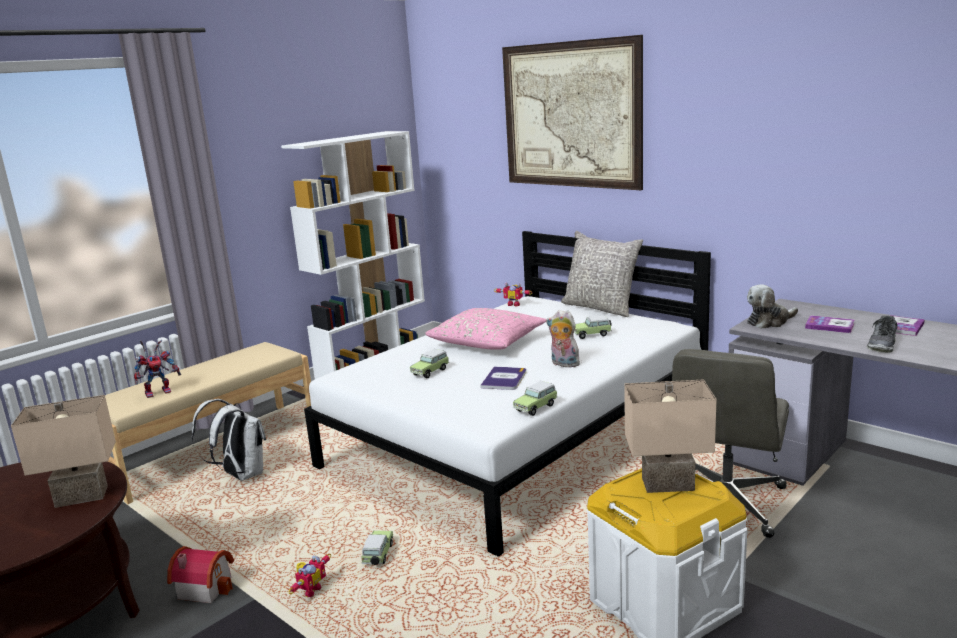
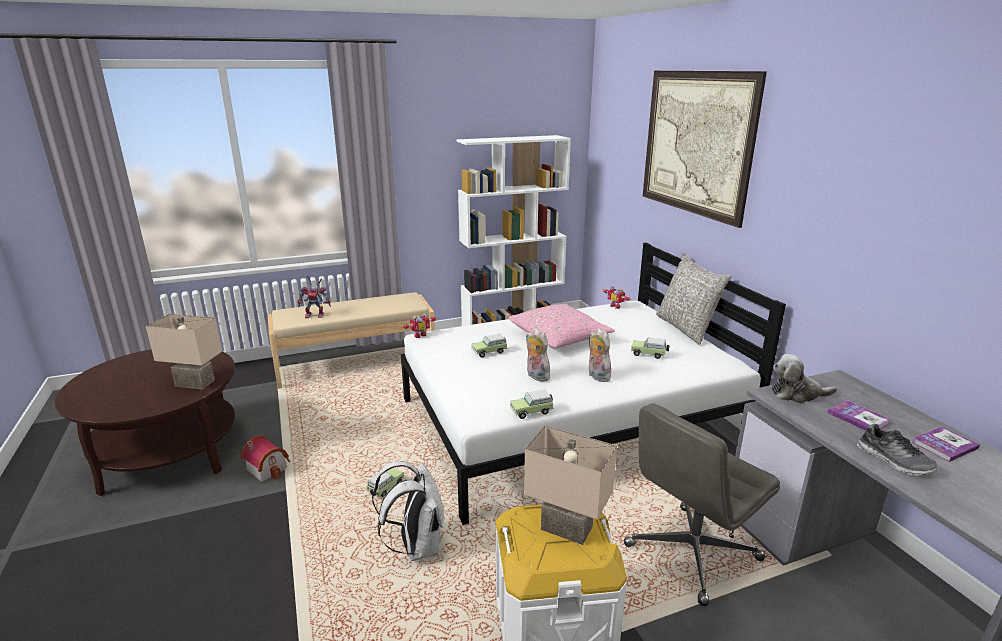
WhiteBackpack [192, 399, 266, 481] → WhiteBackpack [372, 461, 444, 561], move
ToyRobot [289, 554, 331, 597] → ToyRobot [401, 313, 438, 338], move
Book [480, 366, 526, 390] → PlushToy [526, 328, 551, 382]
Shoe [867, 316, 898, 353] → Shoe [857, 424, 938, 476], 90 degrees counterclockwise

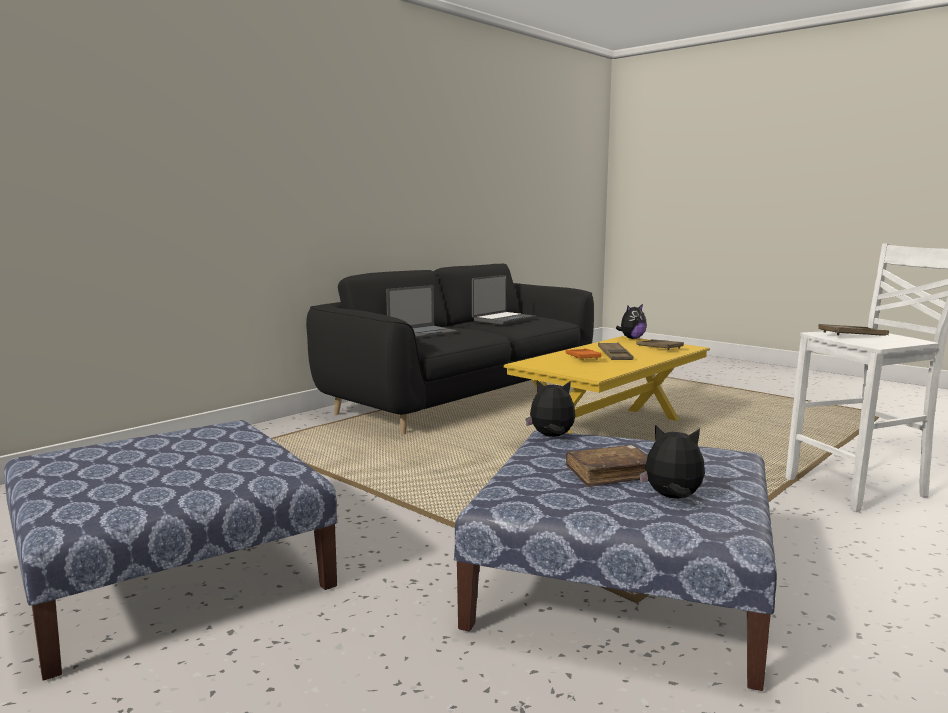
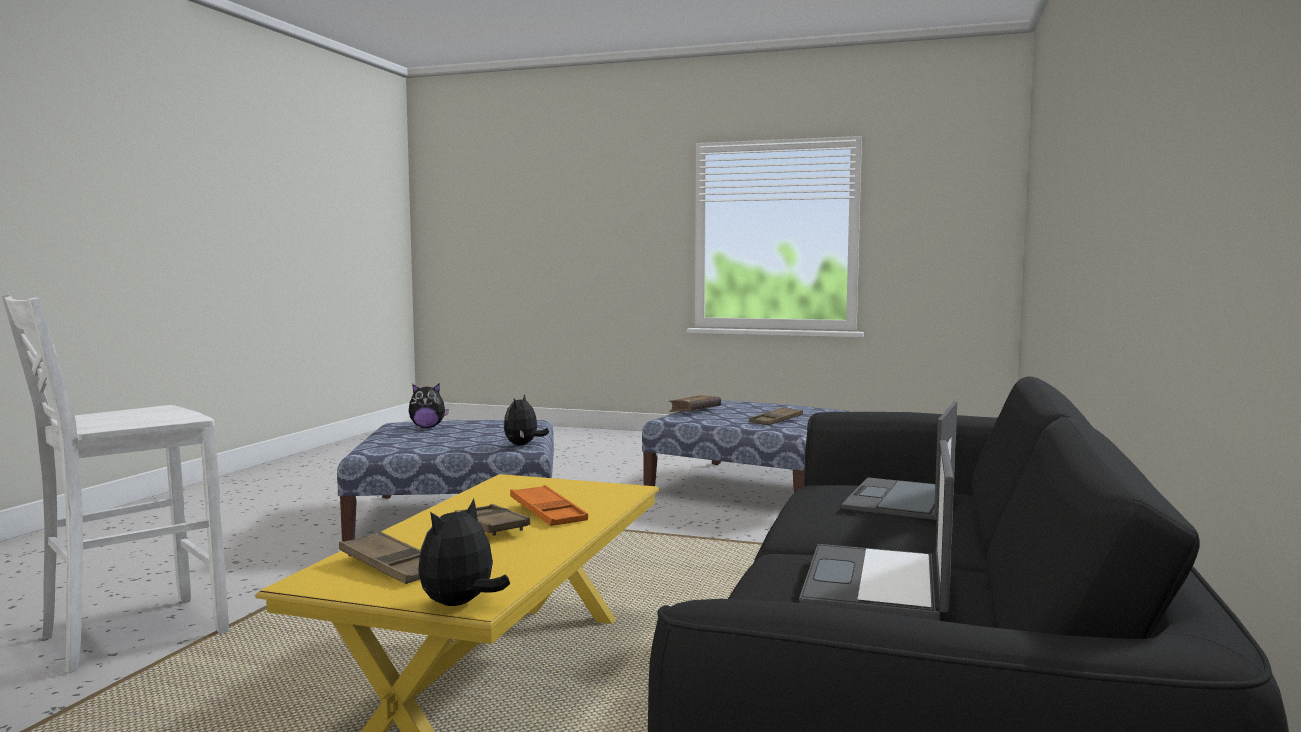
PlushToy [526, 380, 576, 437] → PlushToy [504, 395, 549, 445], 120 degrees clockwise
BrownBook [566, 445, 648, 487] → BrownBook [669, 395, 721, 412], move
BrownTray [818, 324, 889, 336] → BrownTray [749, 407, 803, 425], move

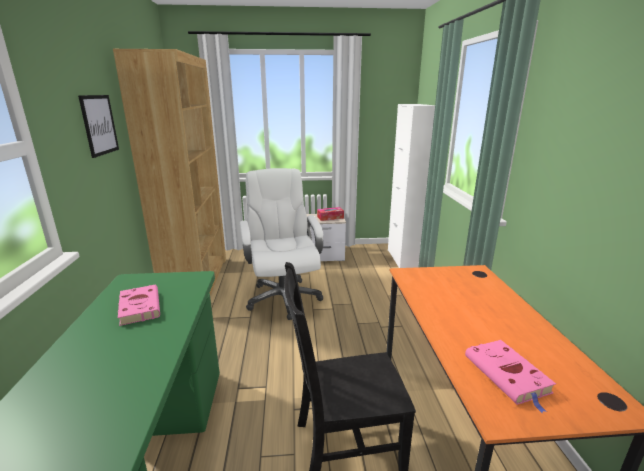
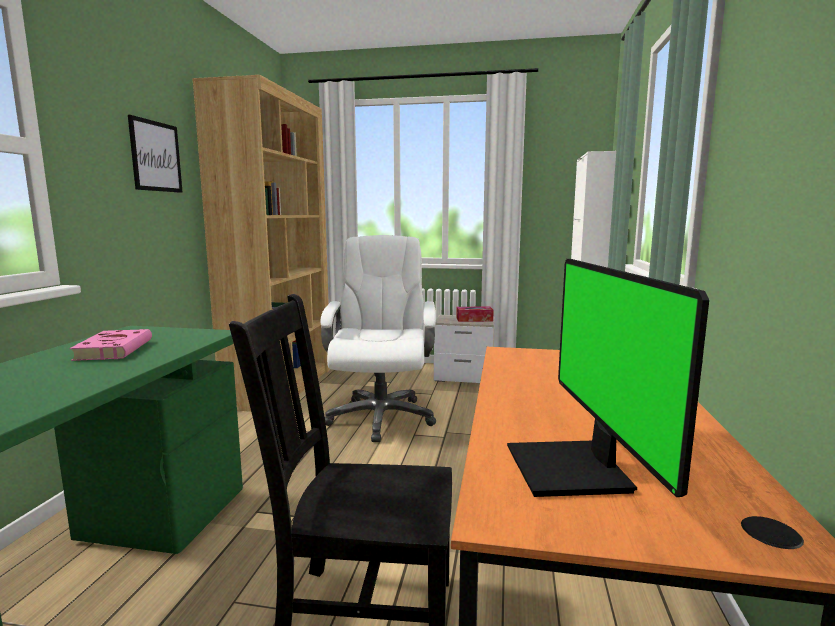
PinkBook [465, 340, 556, 413] → Monitor [507, 259, 709, 497]

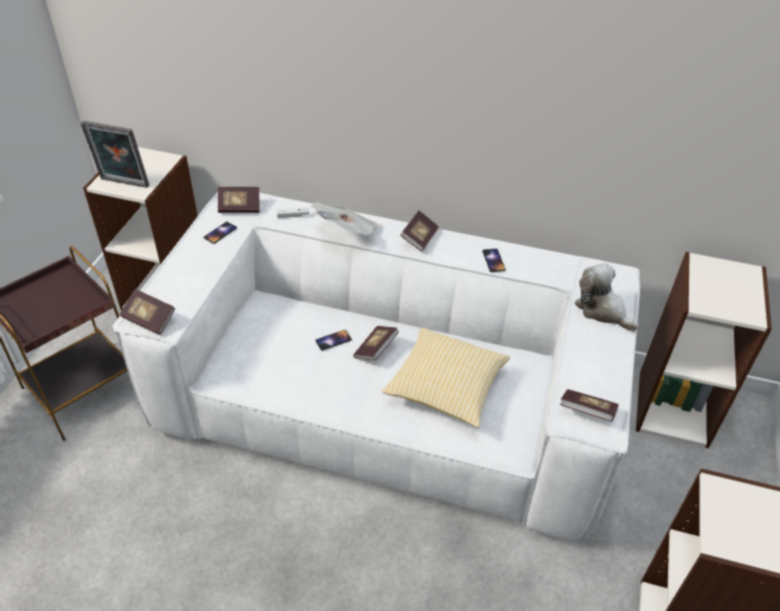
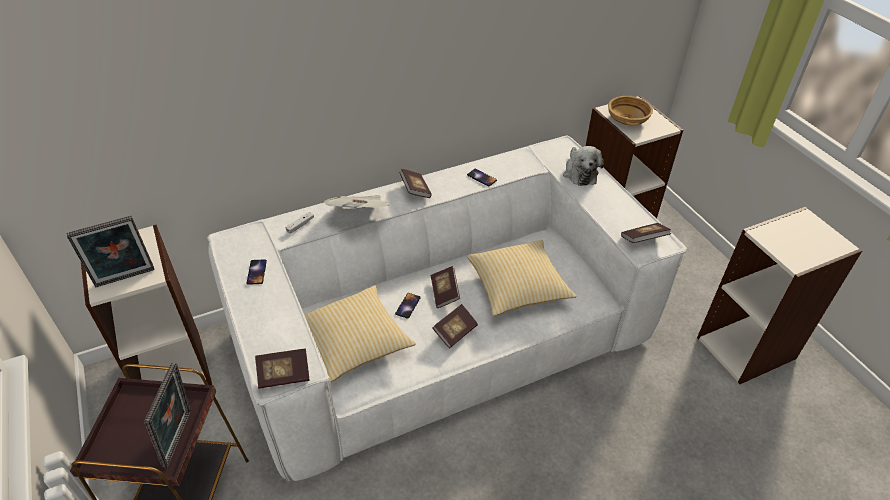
Book [218, 187, 260, 213] → Book [432, 304, 478, 348], move
PlushToy [575, 263, 639, 331] → PlushToy [563, 146, 604, 186], 105 degrees counterclockwise
- → PictureFrame [144, 363, 191, 468]
- → Pillow [304, 285, 416, 382]
- → BeigeBowl [608, 95, 653, 126]

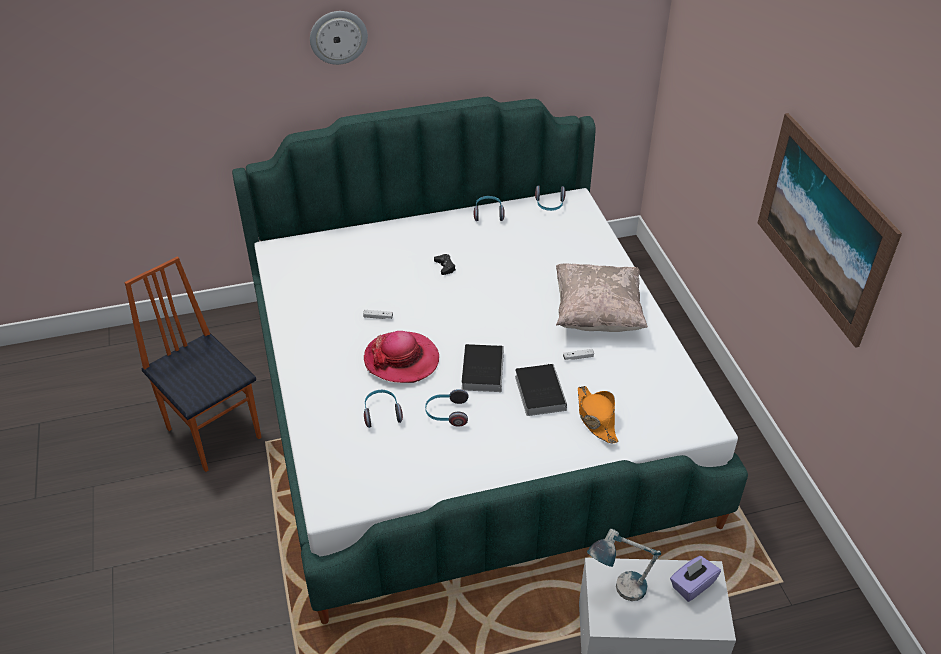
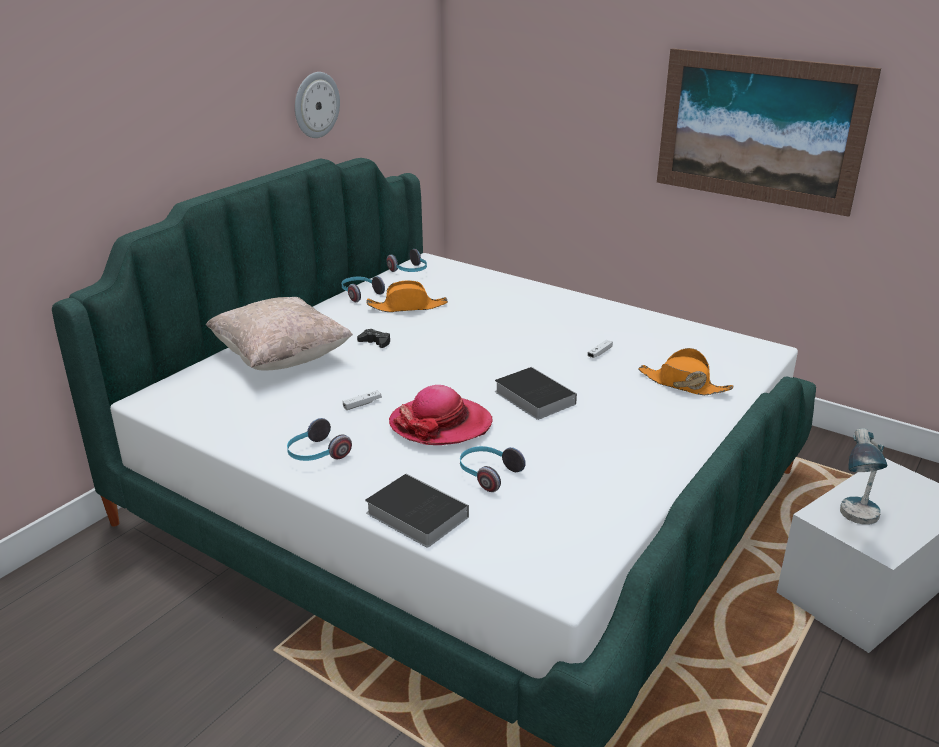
Chair [125, 257, 262, 472] → -
WallClock [310, 11, 368, 65] → WallClock [295, 72, 340, 138], move
Headphones [425, 389, 469, 427] → Headphones [287, 418, 352, 461], move
Book [515, 363, 567, 416] → Book [365, 473, 469, 548], move
BeigePillow [556, 264, 648, 332] → BeigePillow [206, 297, 353, 371], move
PurpleTissueBox [670, 556, 721, 602] → -
- → OrangeHat [366, 280, 448, 312]

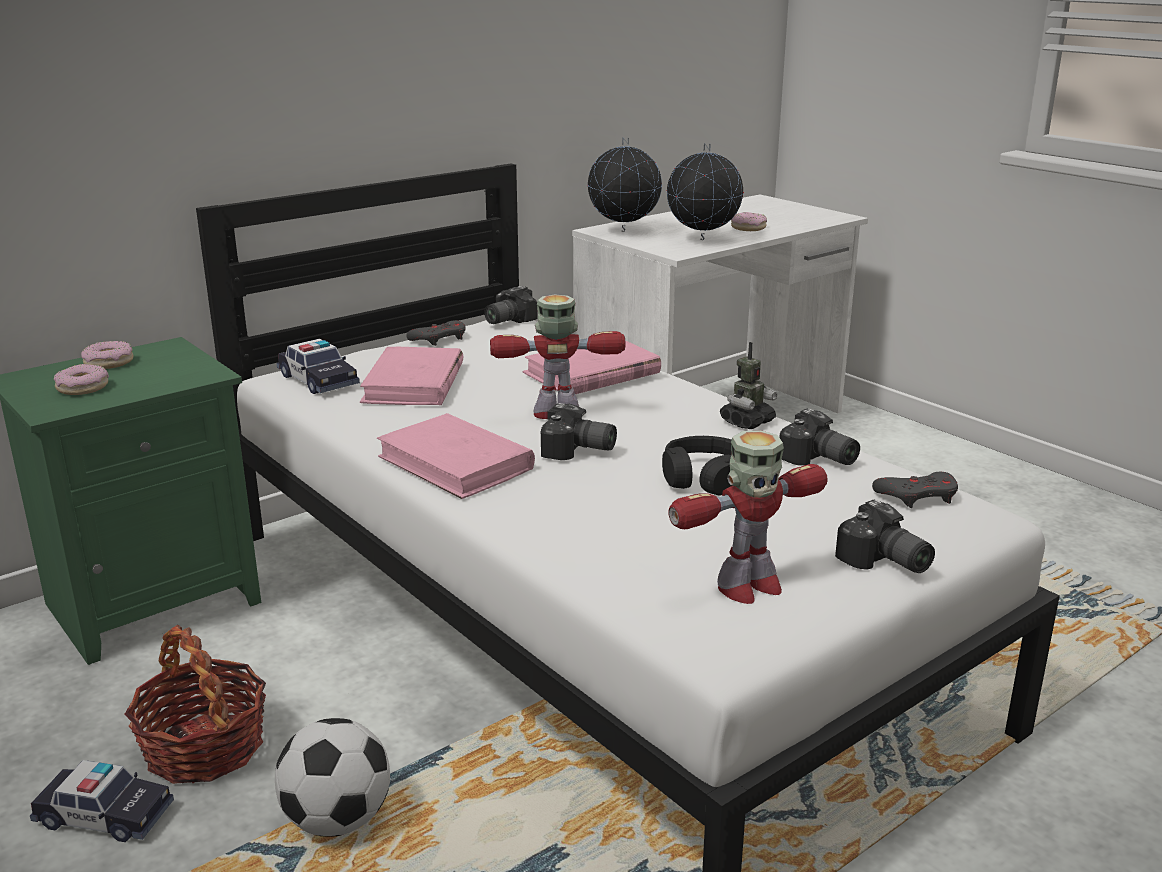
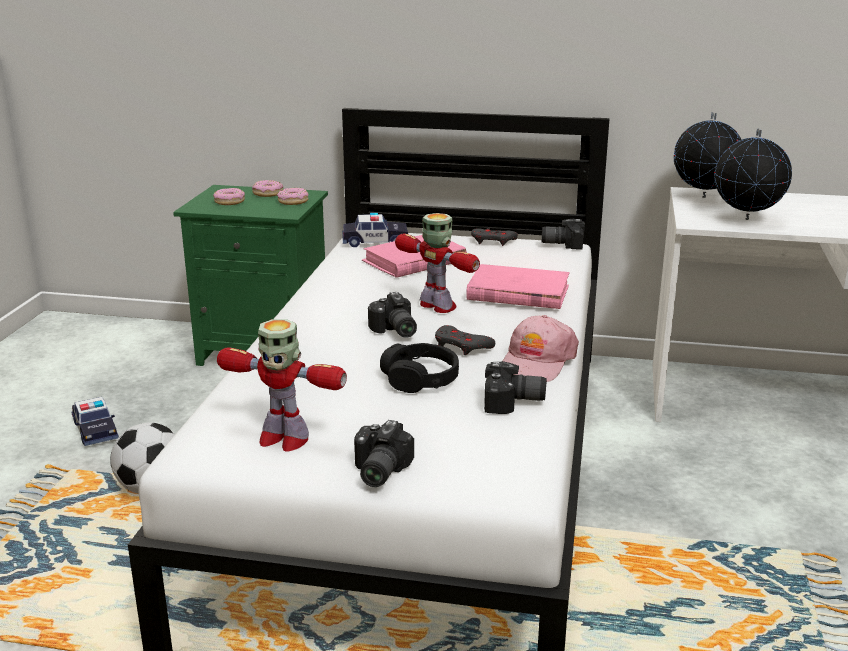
Basket [124, 625, 266, 784] → -
ToyCar [277, 339, 360, 394] → ToyCar [342, 213, 408, 247], 105 degrees counterclockwise
PinkBook [377, 413, 535, 499] → -
ToyRobot [720, 342, 777, 429] → PinkCap [503, 315, 579, 382]
Donut [731, 212, 767, 231] → Donut [277, 188, 308, 205], move
PhotoCamera [779, 409, 860, 466] → PhotoCamera [484, 361, 547, 414], 90 degrees counterclockwise
GreyGameController [872, 472, 958, 508] → GreyGameController [435, 325, 495, 355], move

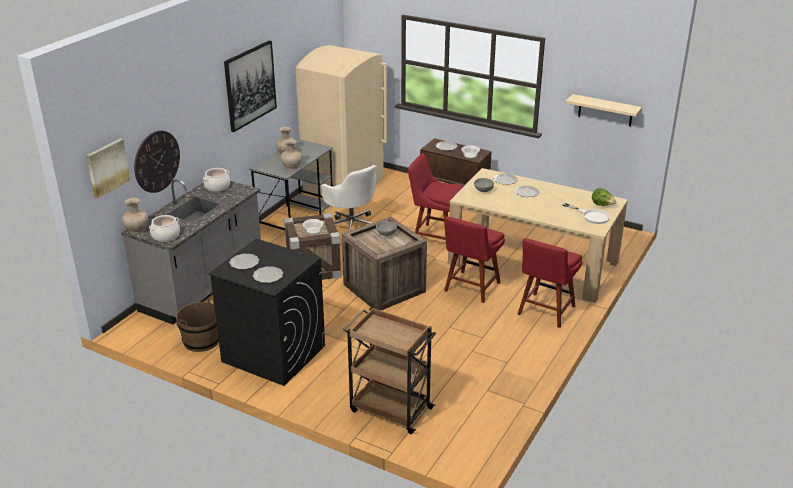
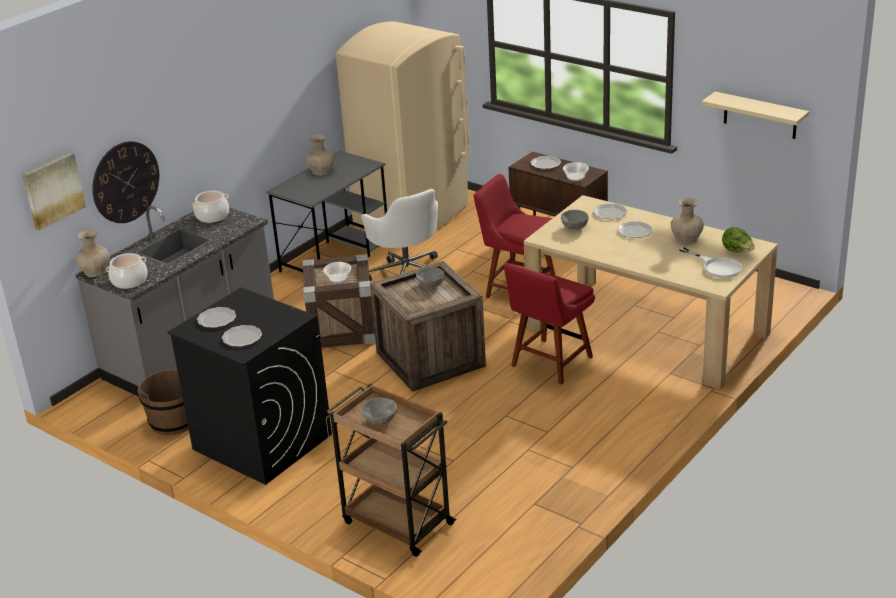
Picture [224, 40, 277, 132] → -
BeigeVase [280, 139, 302, 170] → BeigeVase [671, 198, 704, 244], move
RedChair [517, 238, 582, 328] → -
- → GreyBowl [362, 398, 397, 424]

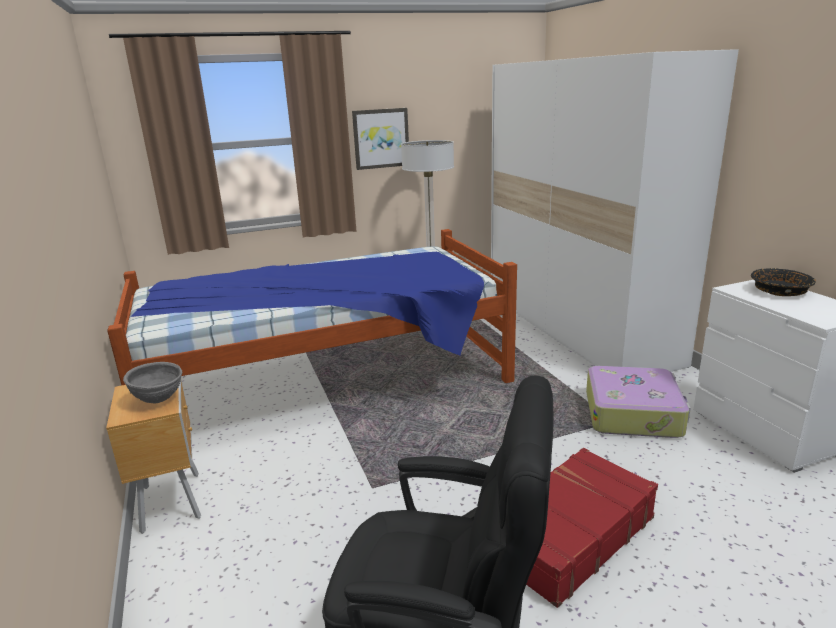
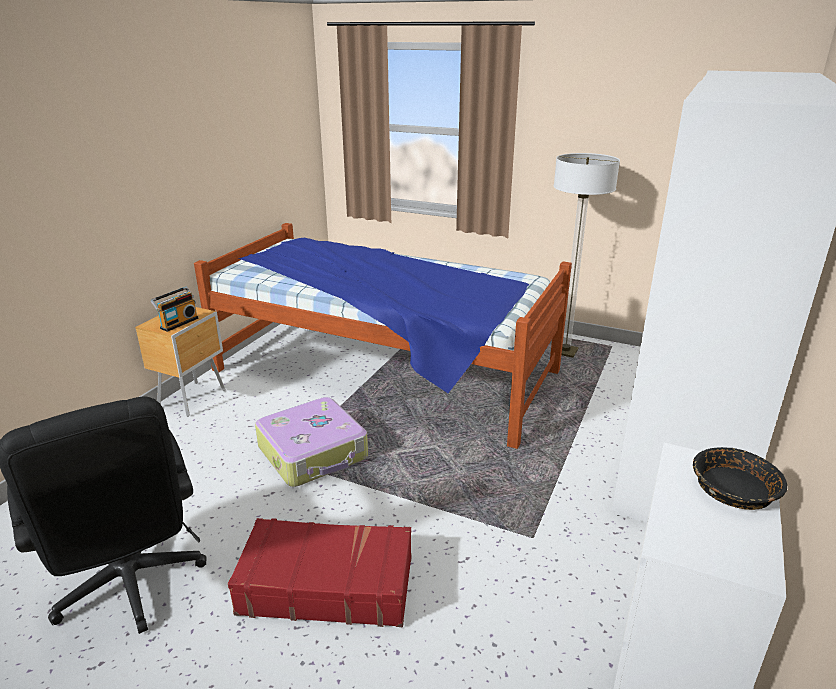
GreyBowl [123, 362, 182, 403] → Radio [151, 287, 198, 332]
Picture [352, 108, 409, 170] → -
Suitcase [586, 366, 691, 438] → Suitcase [255, 397, 368, 487], move

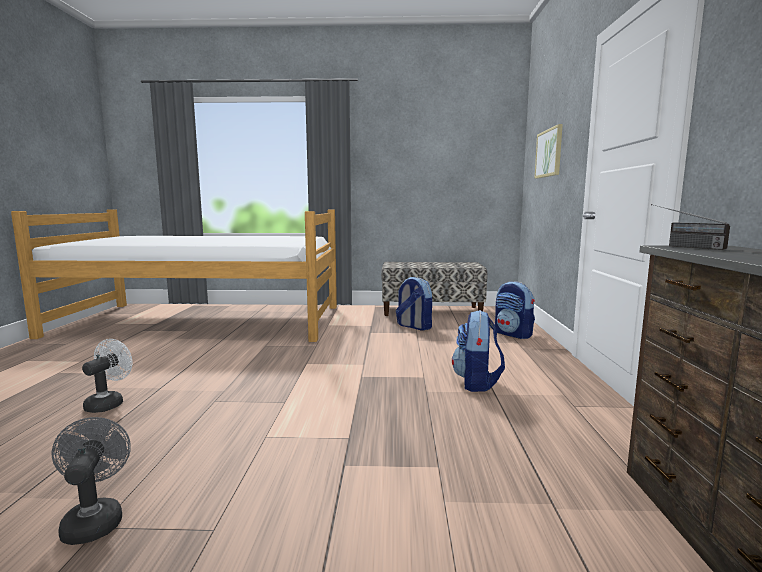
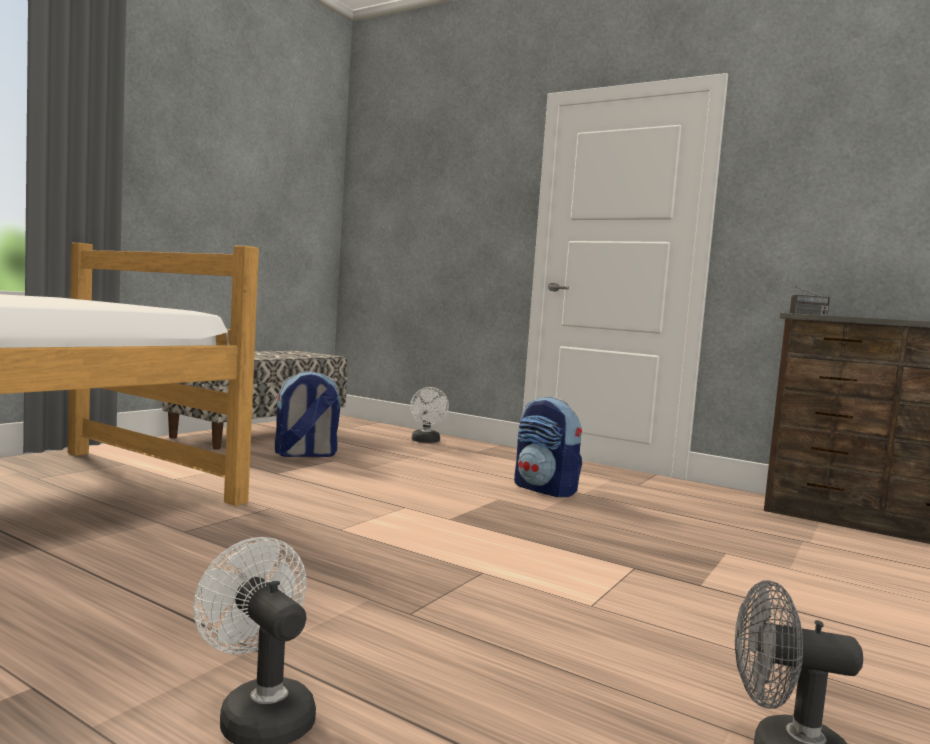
Backpack [495, 281, 535, 339] → WhiteFan [410, 387, 449, 443]
Picture [535, 124, 563, 179] → -

